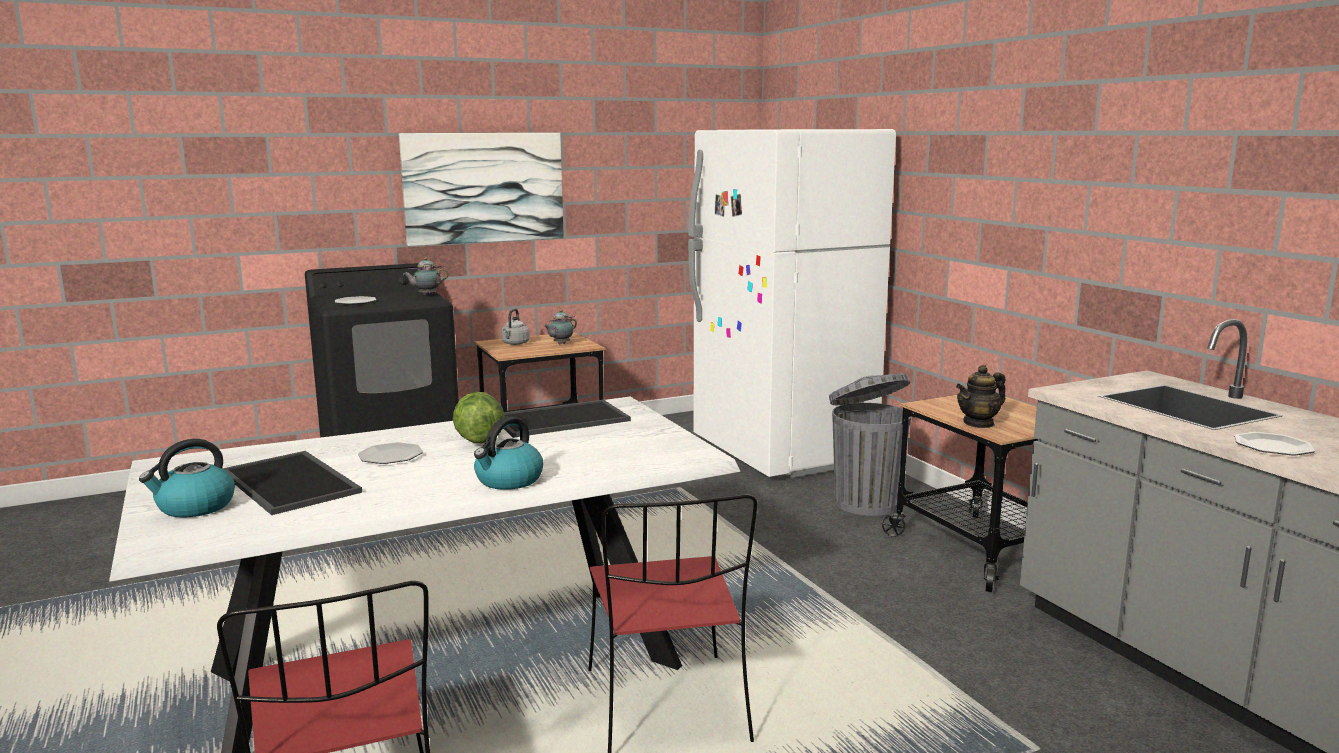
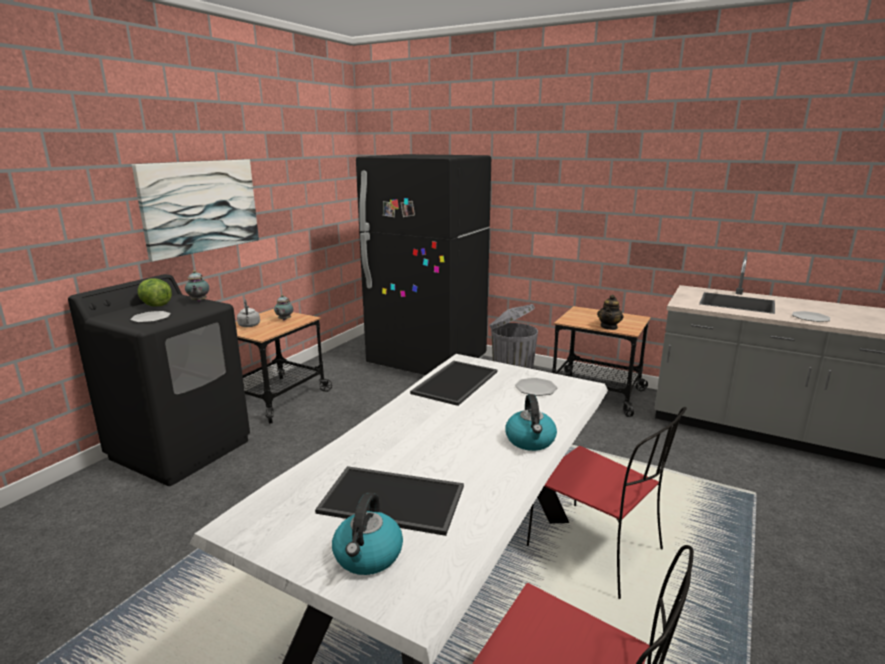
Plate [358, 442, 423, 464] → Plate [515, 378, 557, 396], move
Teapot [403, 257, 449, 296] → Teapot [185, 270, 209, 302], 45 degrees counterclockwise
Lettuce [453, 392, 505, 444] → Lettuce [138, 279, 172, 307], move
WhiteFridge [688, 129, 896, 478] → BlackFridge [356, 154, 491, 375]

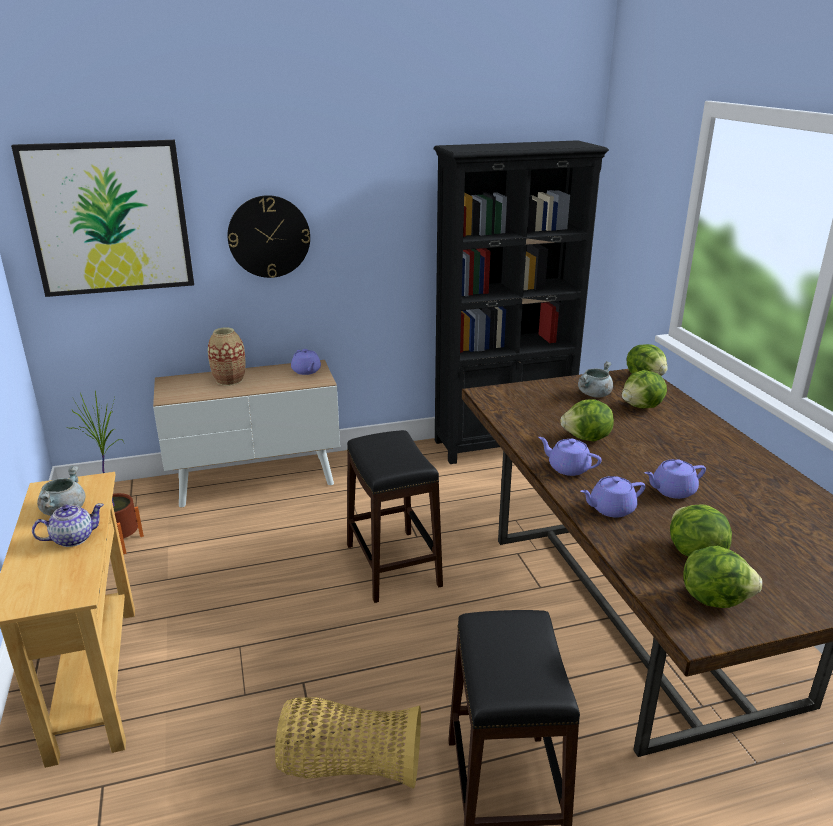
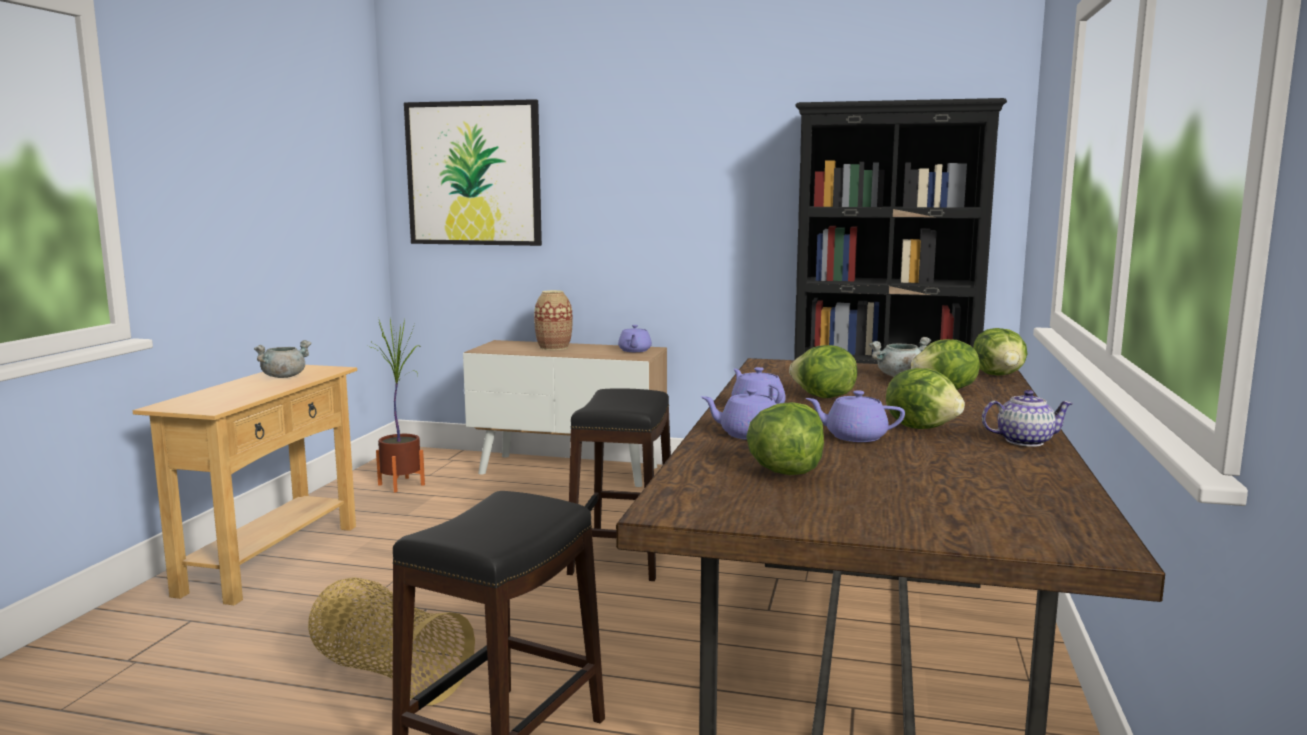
Teapot [32, 503, 104, 547] → Teapot [982, 390, 1073, 447], move
WallClock [228, 195, 310, 278] → -
Lettuce [683, 546, 762, 608] → Lettuce [886, 368, 965, 429], move

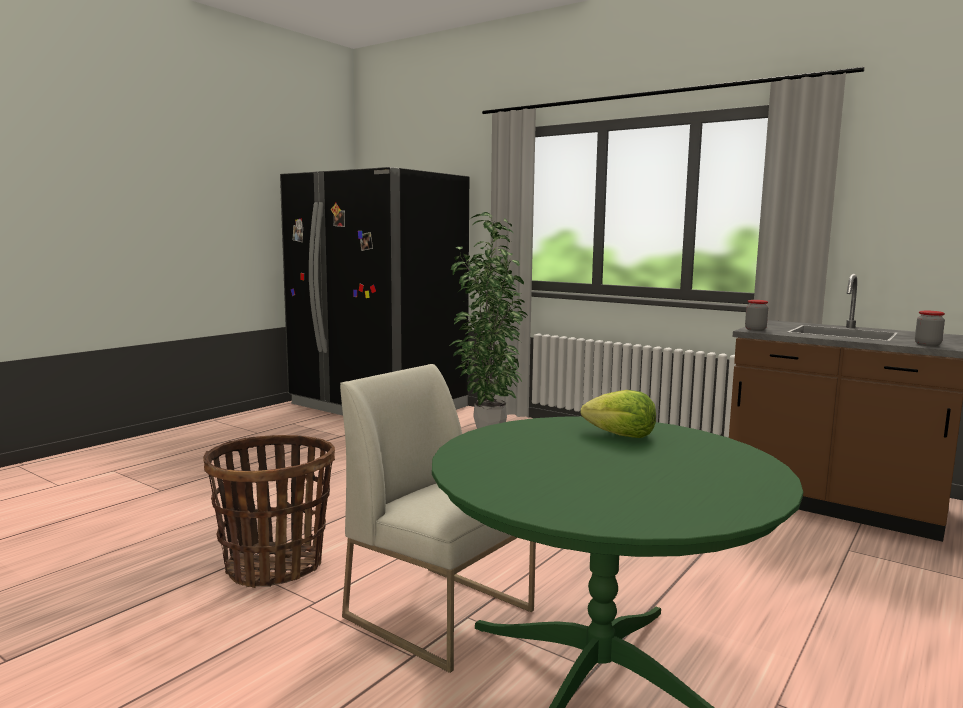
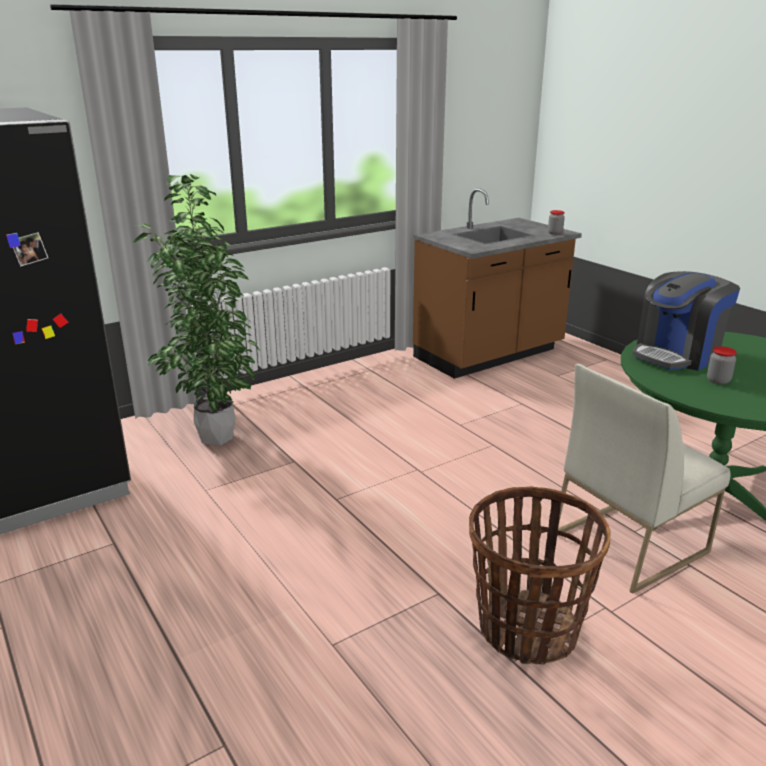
Lettuce [581, 390, 656, 438] → CoffeeMachine [632, 271, 740, 371]
Jar [745, 300, 768, 331] → Jar [707, 346, 737, 385], move

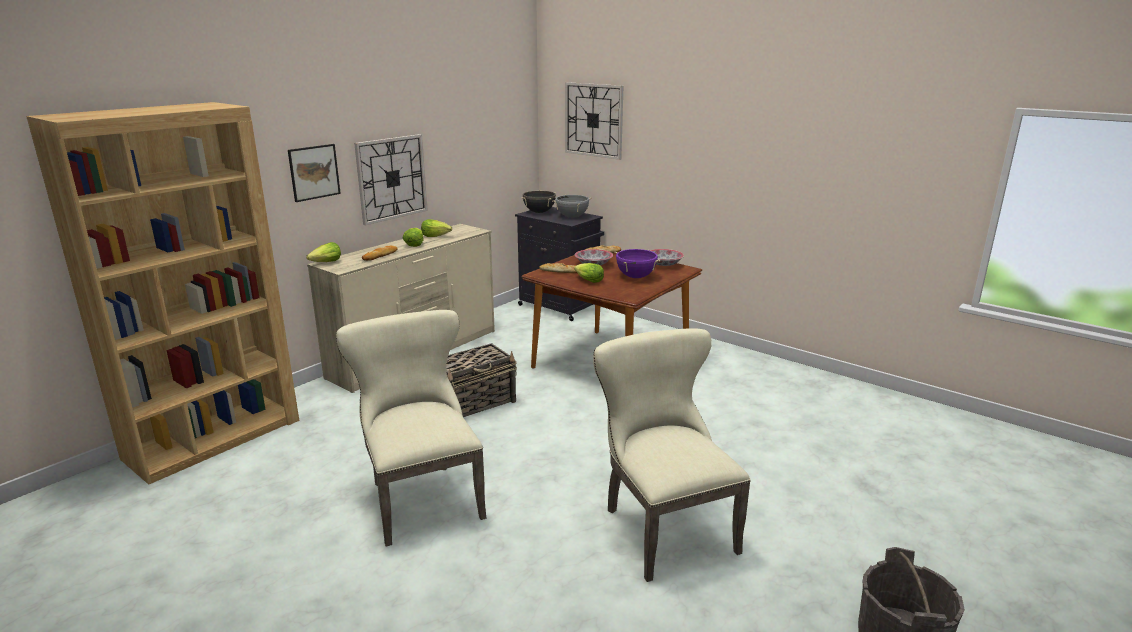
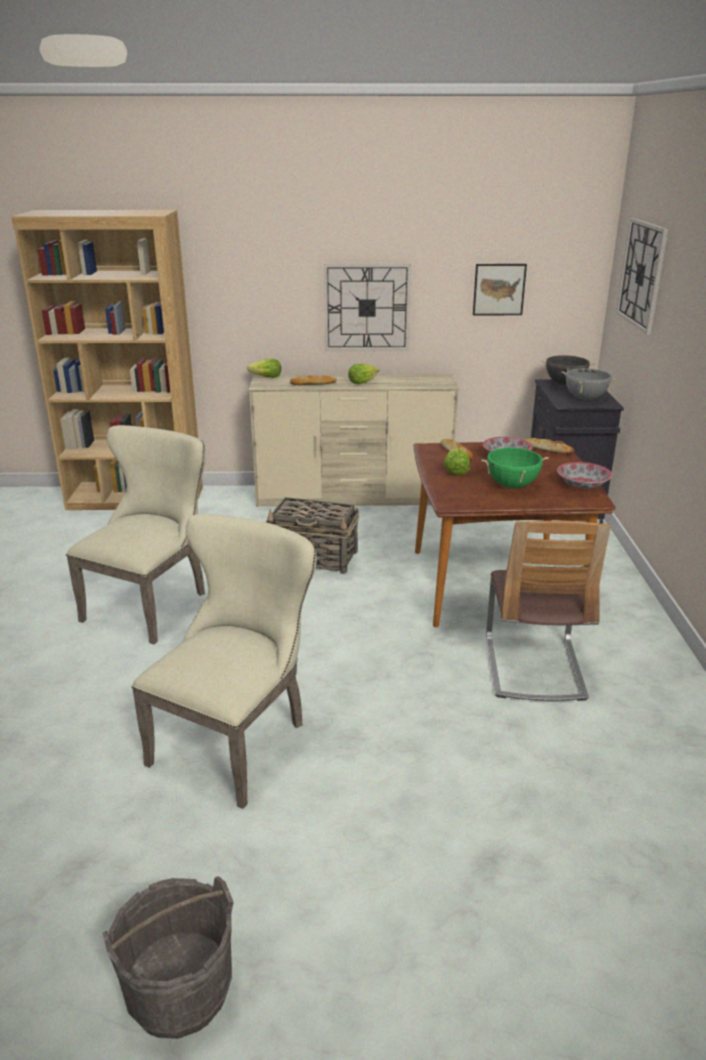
Picture [288, 144, 341, 202] → Picture [473, 264, 527, 315], move
Lettuce [421, 219, 452, 237] → -
PurpleCookingPot [614, 249, 660, 278] → GreenCookingPot [481, 446, 548, 488]
- → Chair [486, 521, 611, 701]

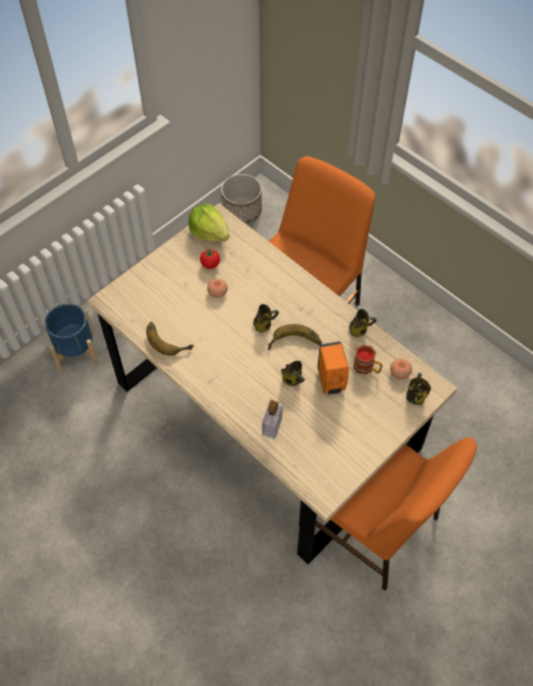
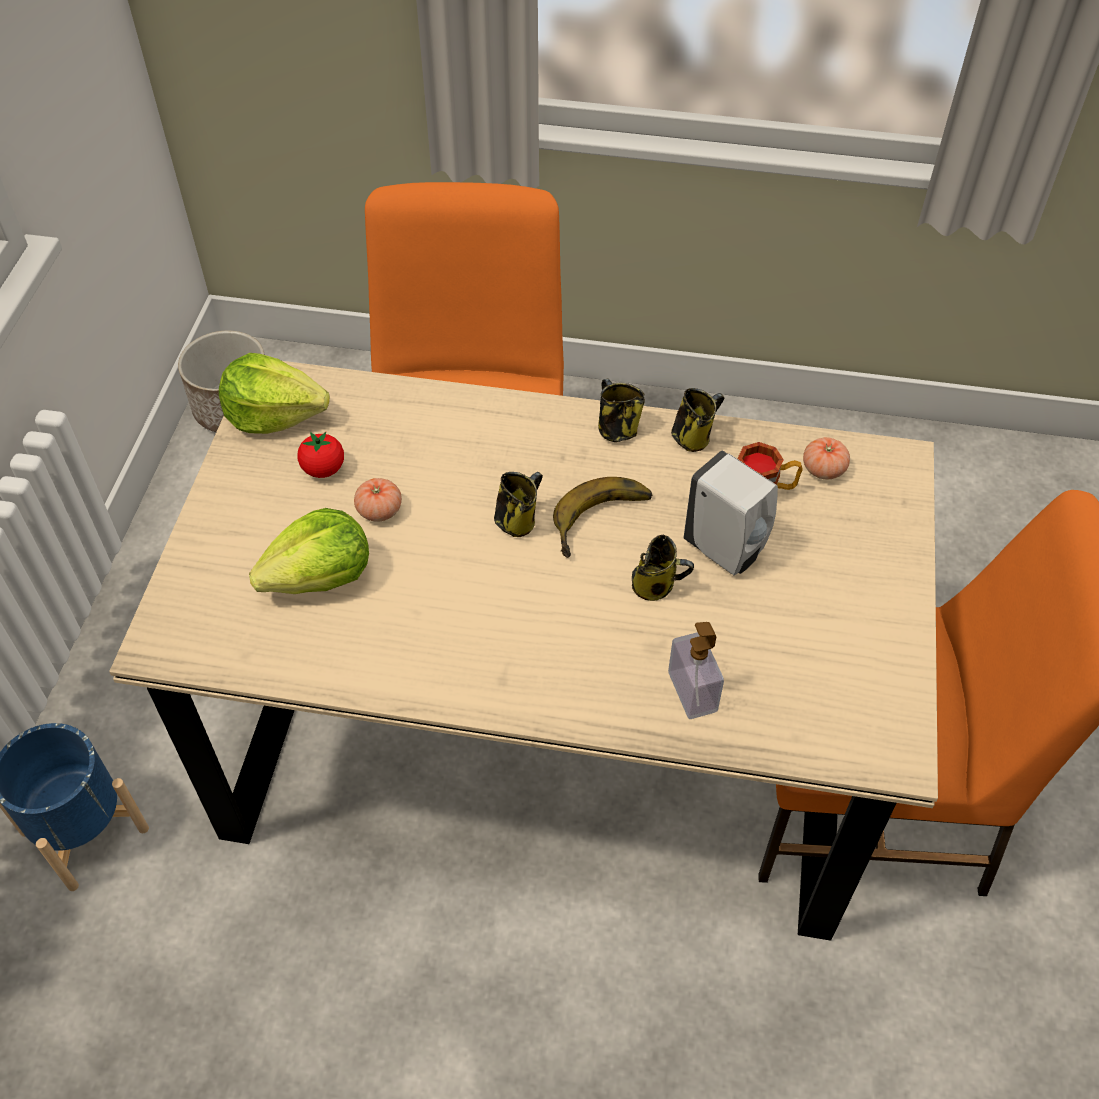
Banana [146, 322, 194, 356] → -
OrangeSoapDispenser [317, 341, 349, 394] → WhiteSoapDispenser [683, 450, 778, 576]
Mug [406, 373, 431, 405] → Mug [598, 379, 645, 442], move
- → Lettuce [249, 508, 369, 594]

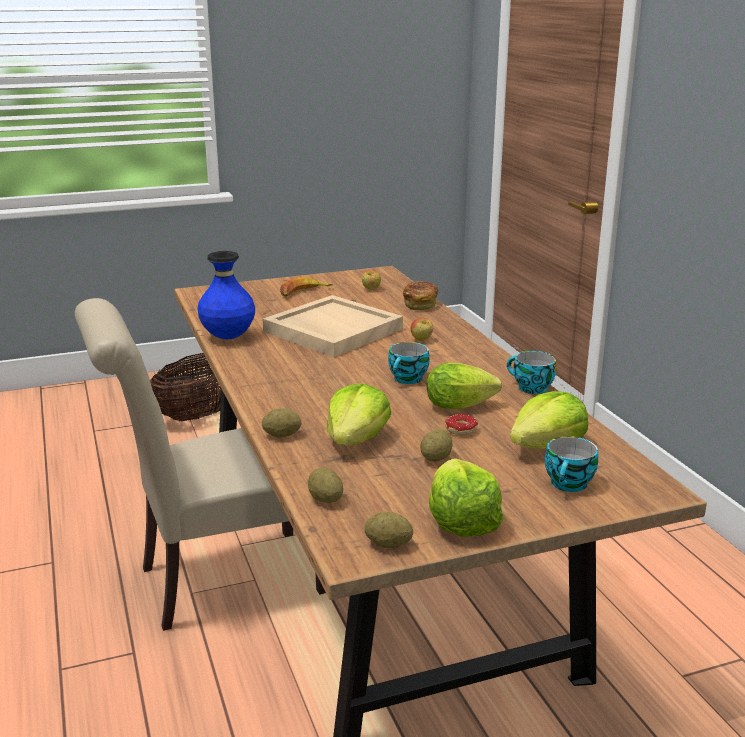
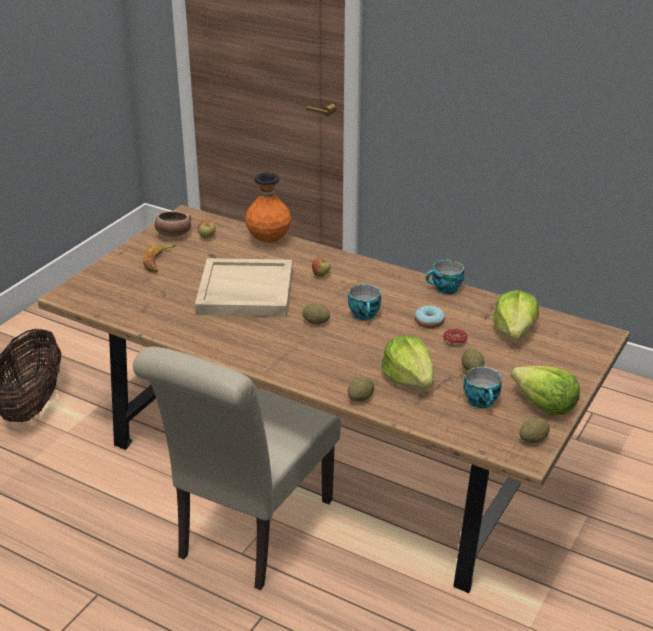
BlueVase [197, 251, 255, 339] → -
Potato [308, 468, 343, 503] → Potato [302, 303, 330, 324], move
Bread [403, 281, 438, 310] → OrangeVase [245, 173, 291, 243]
Lettuce [427, 363, 502, 409] → Donut [415, 305, 445, 328]
Cup [545, 436, 598, 492] → Cup [463, 367, 502, 408], move
- → Bowl [155, 211, 191, 237]

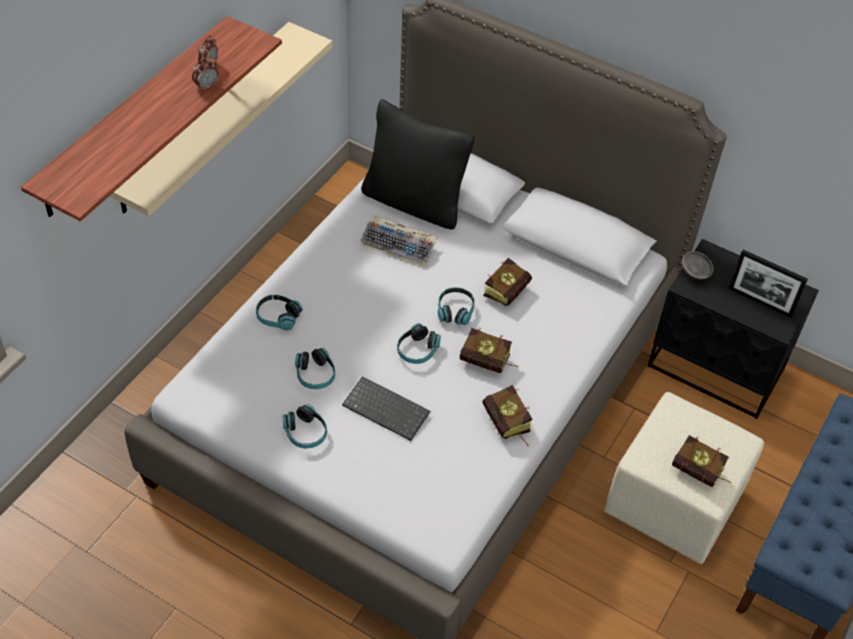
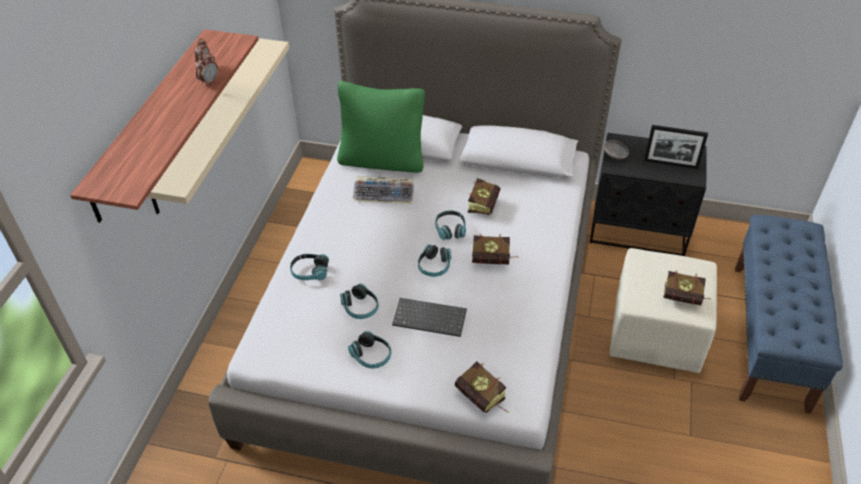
BlackPillow [361, 99, 475, 229] → GreenPillow [337, 81, 425, 173]
Book [482, 385, 532, 447] → Book [455, 361, 509, 413], move

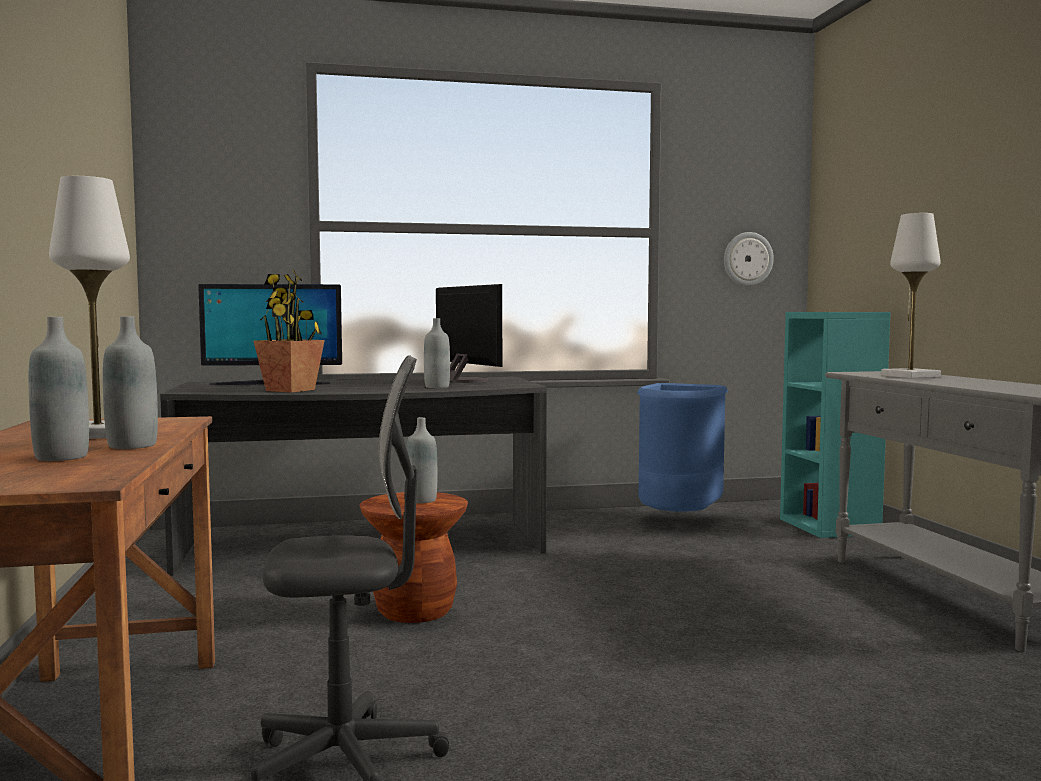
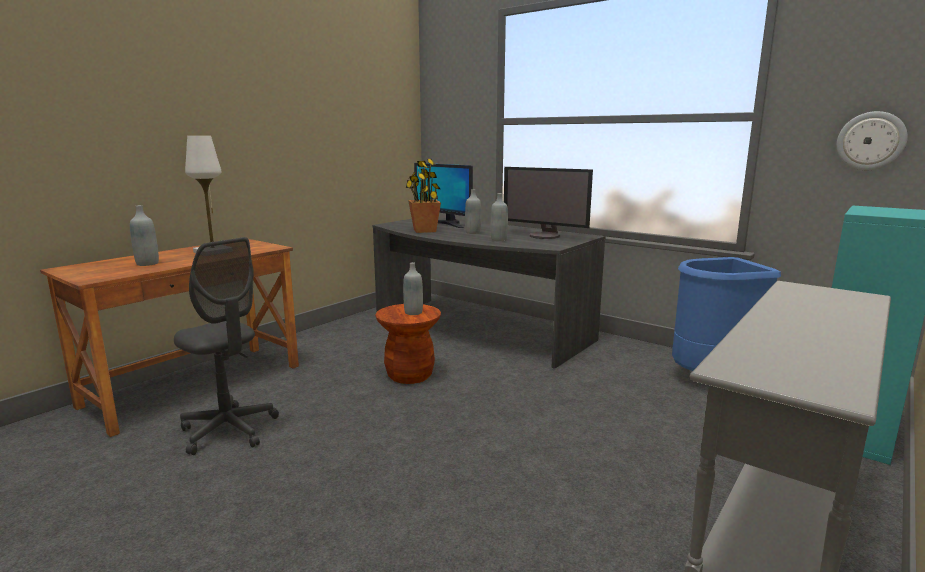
GreyBottle [103, 316, 158, 449] → GreyBottle [465, 189, 481, 234], move
Monitor [436, 284, 502, 383] → Monitor [504, 167, 593, 239], 105 degrees clockwise
WhiteTableLamp [881, 213, 941, 378] → -

